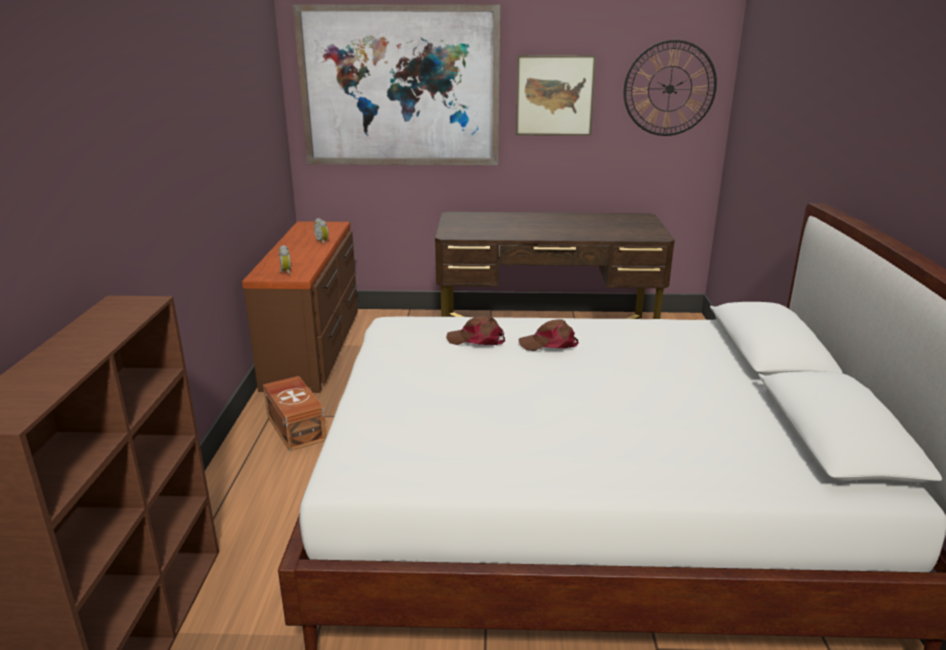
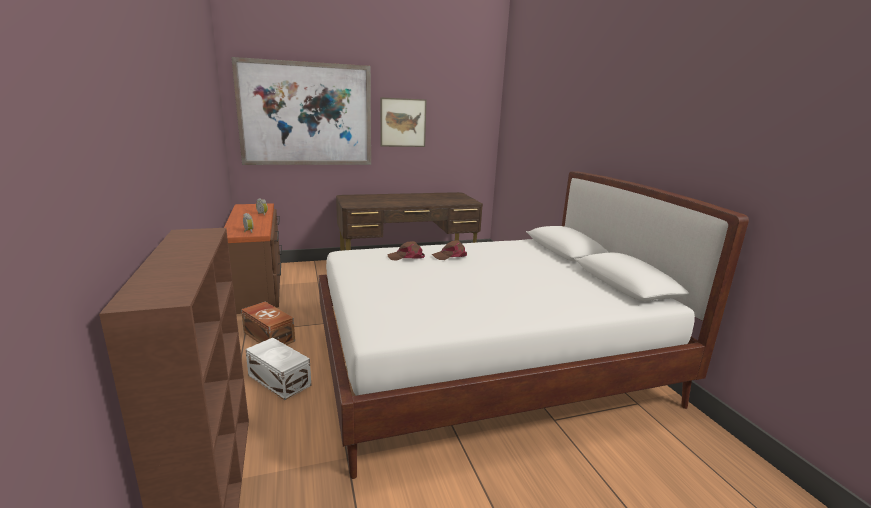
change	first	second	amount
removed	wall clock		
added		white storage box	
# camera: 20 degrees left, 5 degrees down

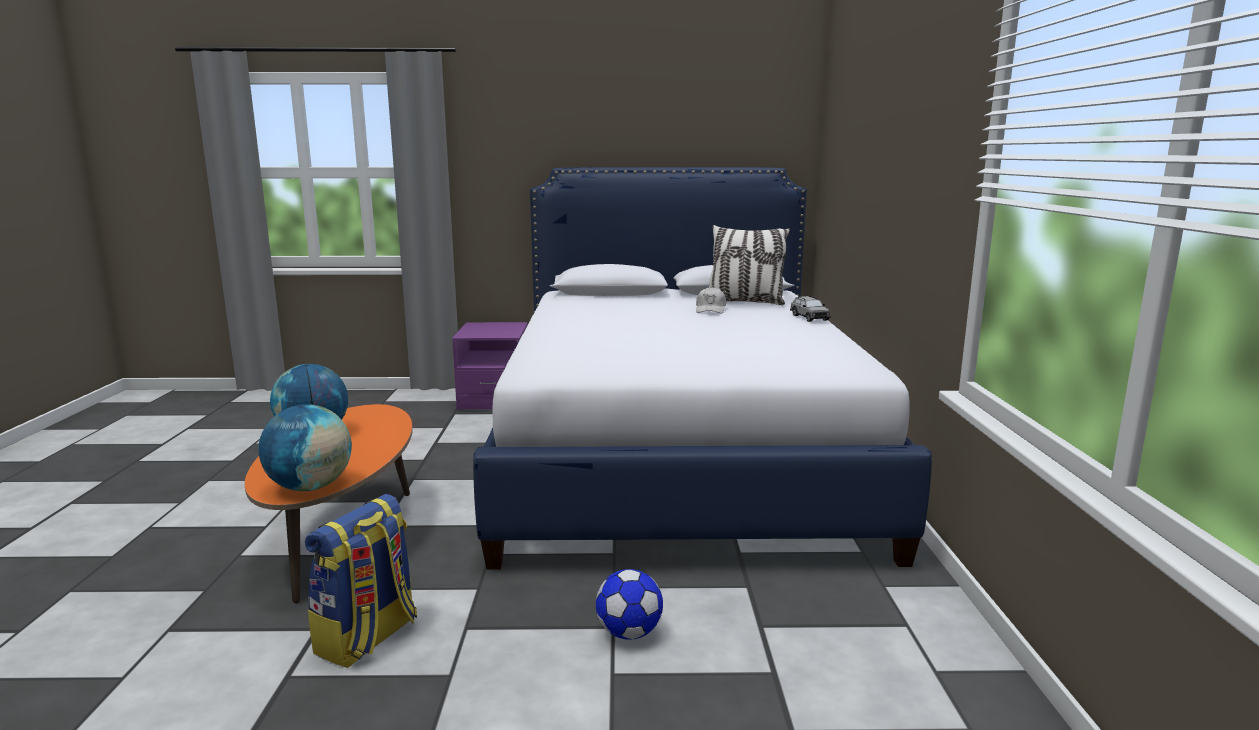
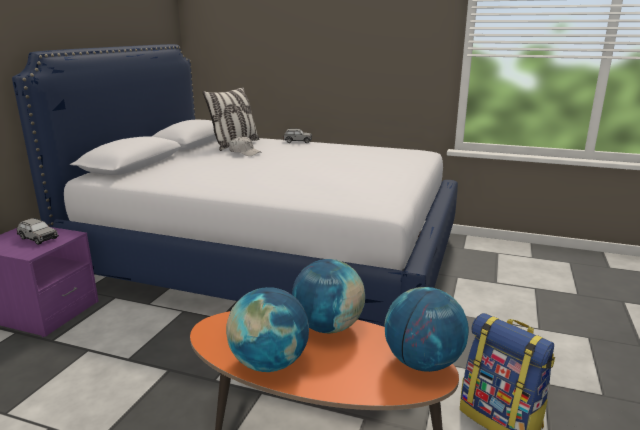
change	first	second	amount
removed	football		
added		grey toy car (1st from left)	
added		globe (2nd from left)	
# camera: 70 degrees left, 5 degrees up

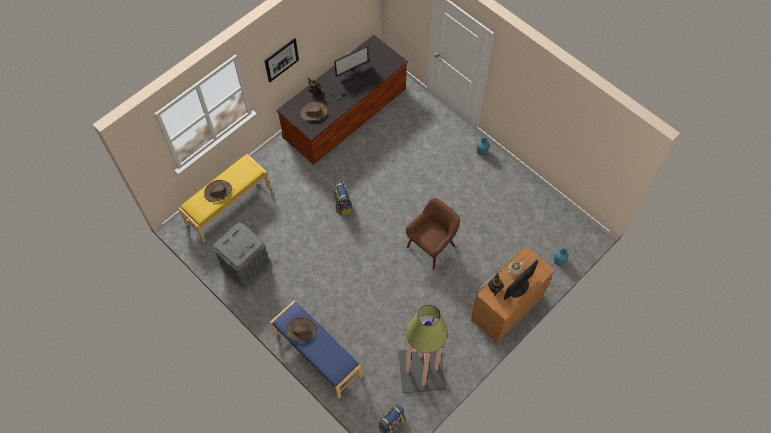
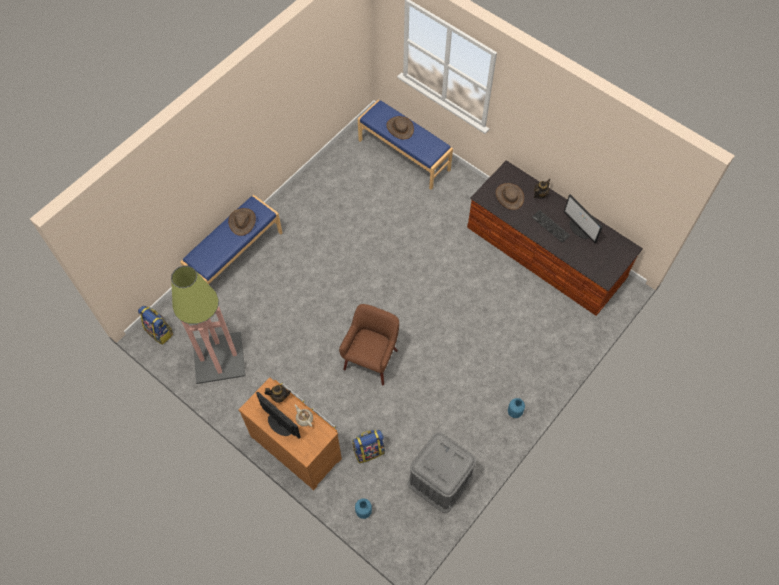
change	first	second	amount
removed	picture		
moved	grey storage box		
moved	backpack (1st from left in the first image)	backpack (2nd from left)	
recoloured	yellow bench	blue bench (2nd from left)	
turned	brown armchair		105 degrees counterclockwise
# camera: 85 degrees right, 0 degrees up

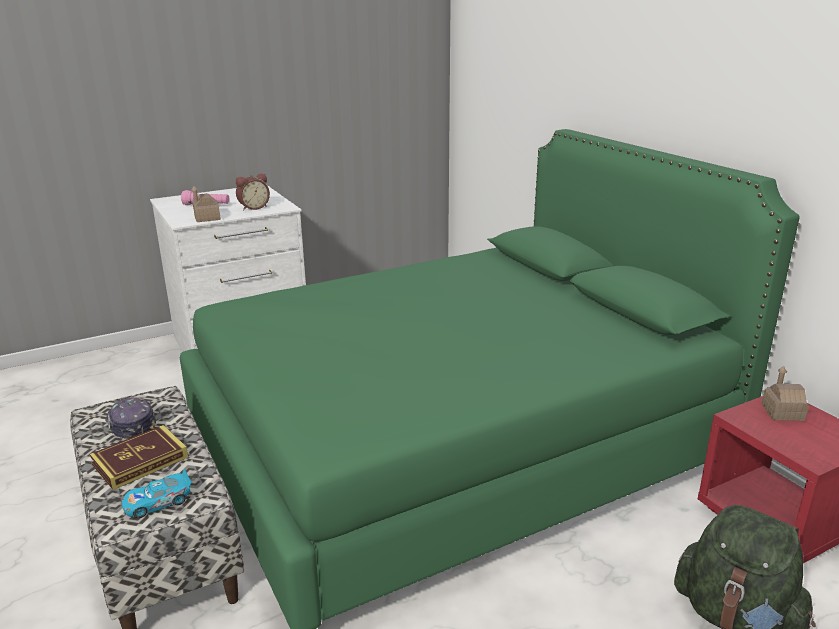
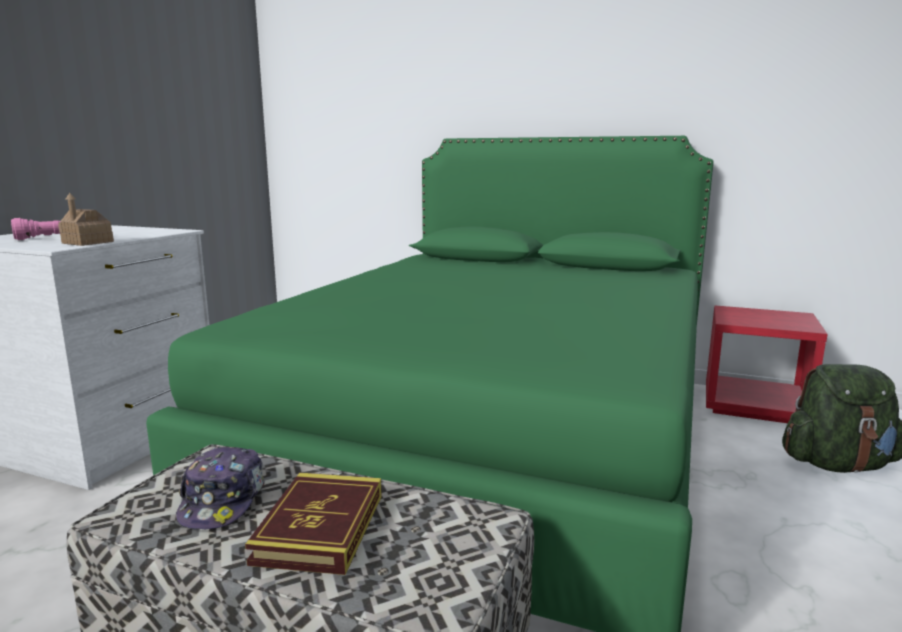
change	first	second	amount
removed	toy car		
removed	alarm clock		
removed	toy house (2nd from left)		
turned	cap		105 degrees counterclockwise
# camera: 40 degrees left, 10 degrees down

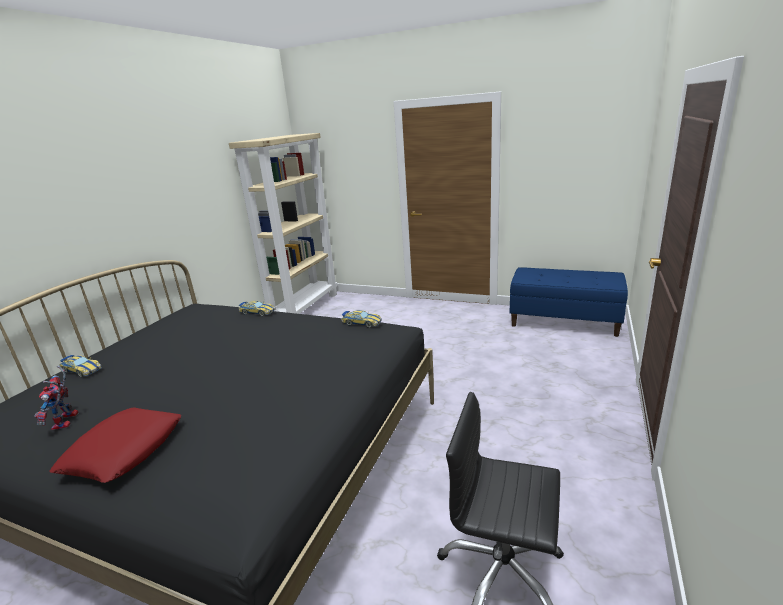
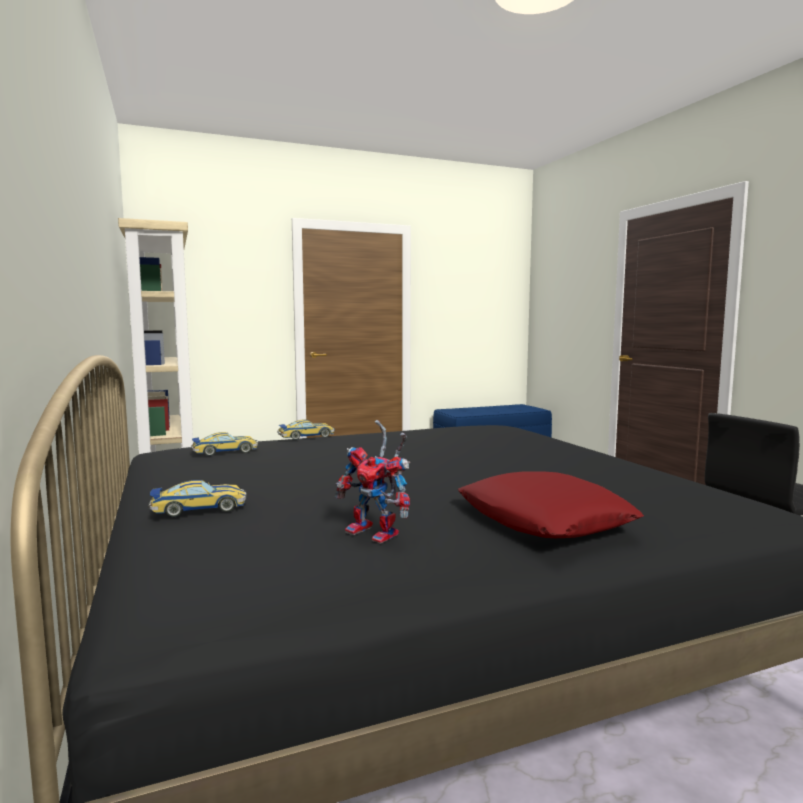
change	first	second	amount
moved	toy car (3rd from left in the first image)	toy car (2nd from left)	
# camera: 45 degrees left, 15 degrees down

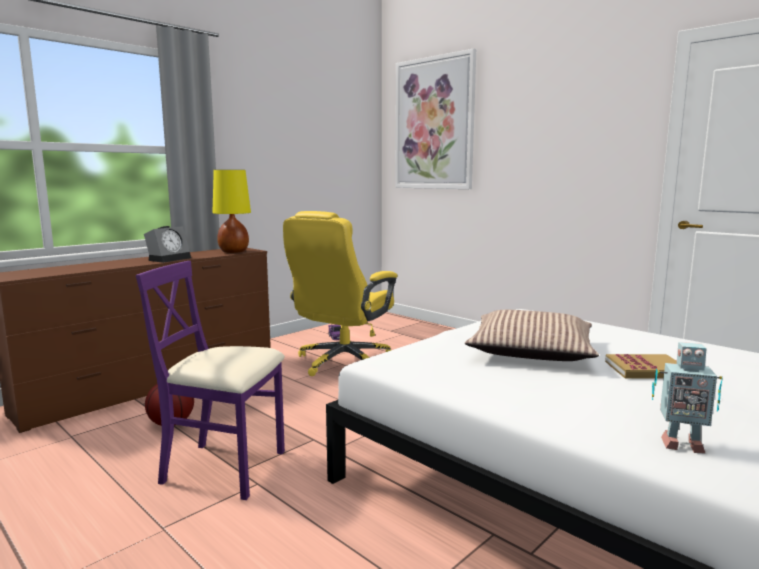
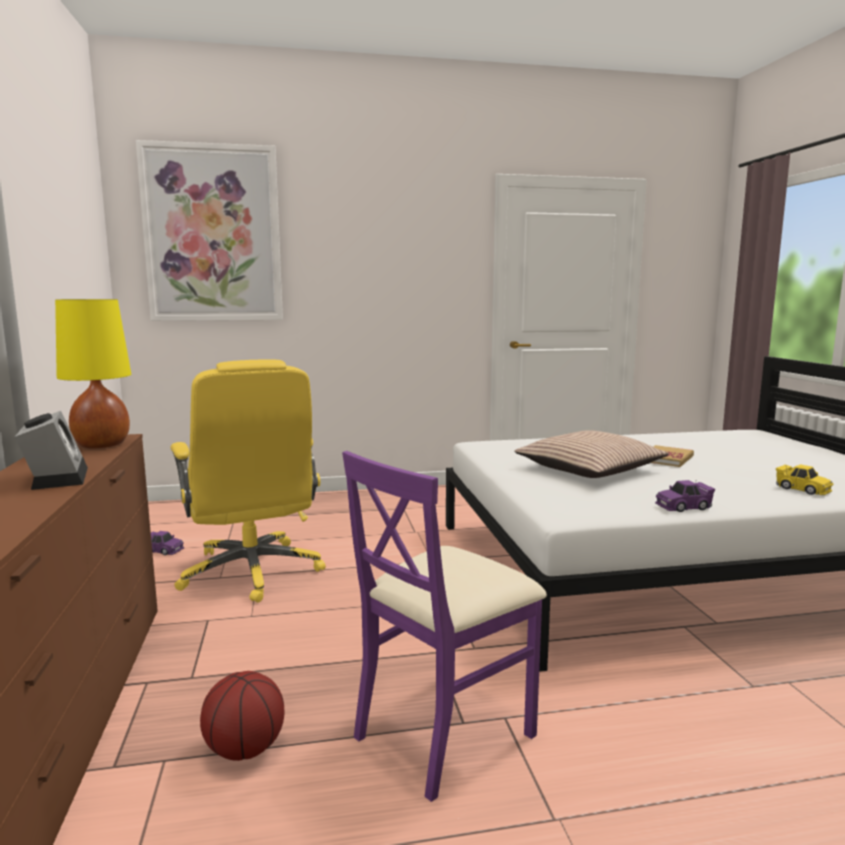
change	first	second	amount
added		purple toy car (2nd from left)	
replaced	toy robot	yellow toy car	
# camera: 55 degrees left, 0 degrees up

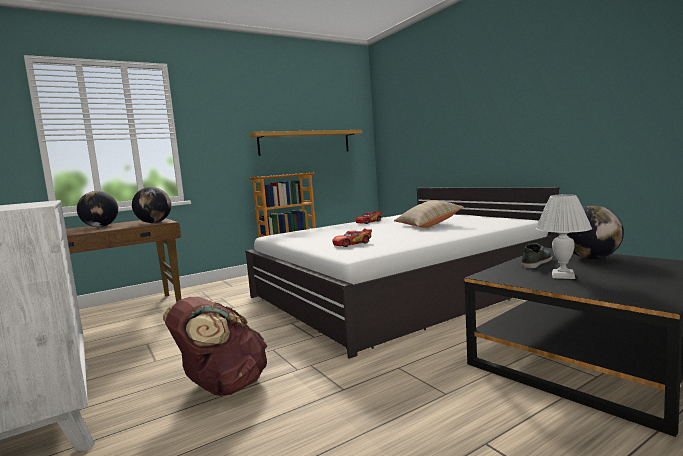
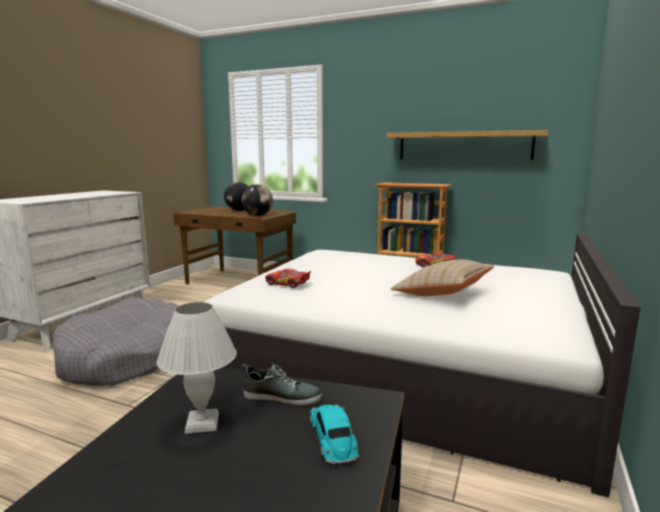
change	first	second	amount
replaced	brown backpack	grey dog bed	
replaced	globe (3rd from left)	toy car (2nd from left)	
# camera: 55 degrees right, 5 degrees up

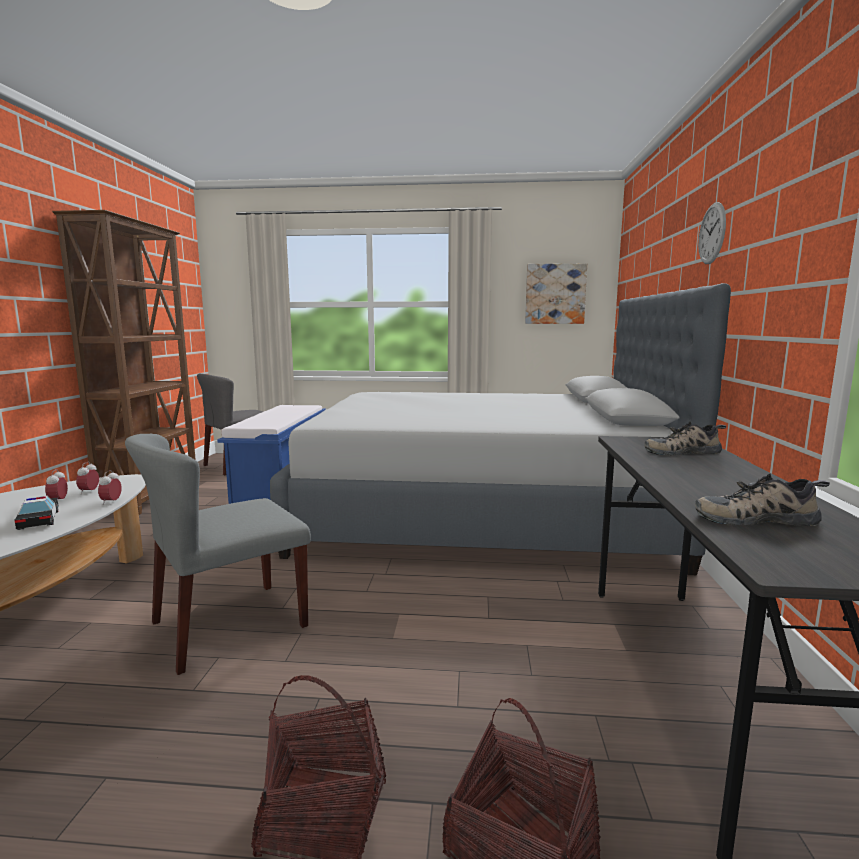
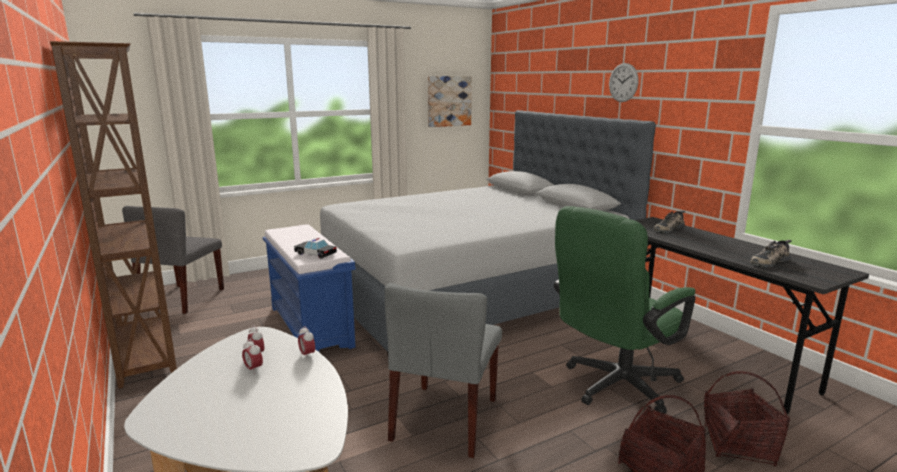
change	first	second	amount
added		green office chair	
moved	toy car		
# camera: 35 degrees left, 5 degrees up

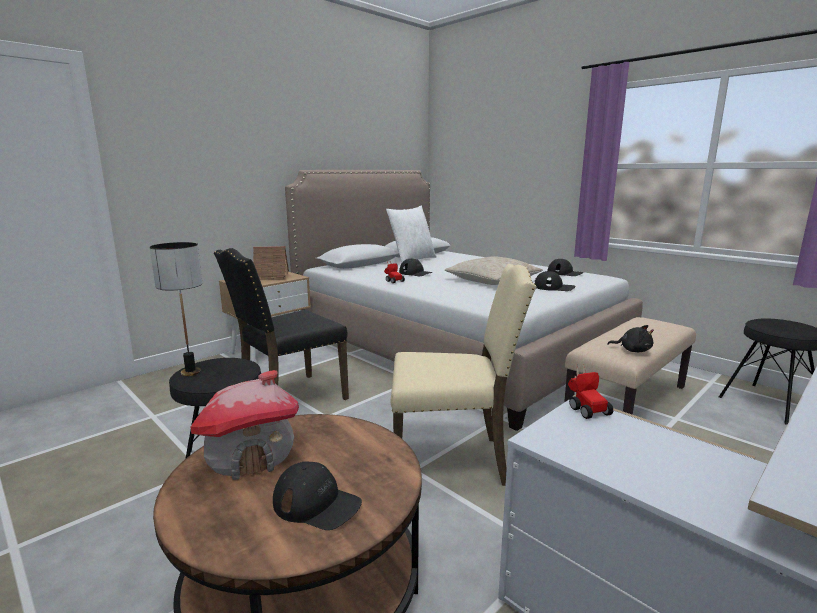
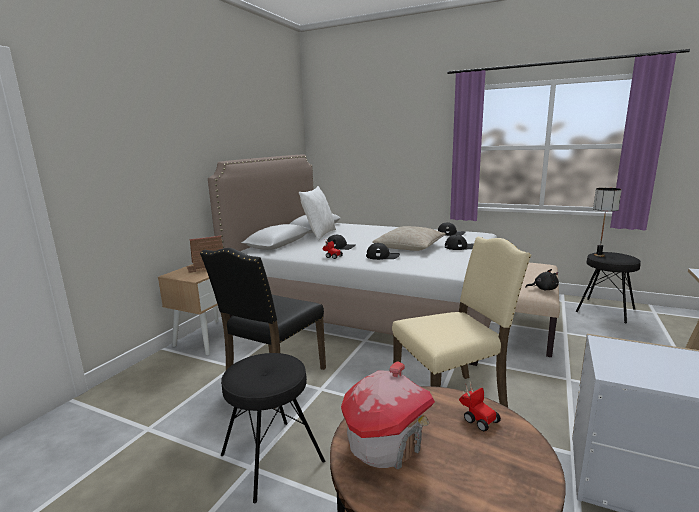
change	first	second	amount
moved	table lamp		
moved	black cap (1st from left in the first image)	black cap (2nd from left)	
moved	toy car (2nd from left)		
# camera: 20 degrees left, 0 degrees up

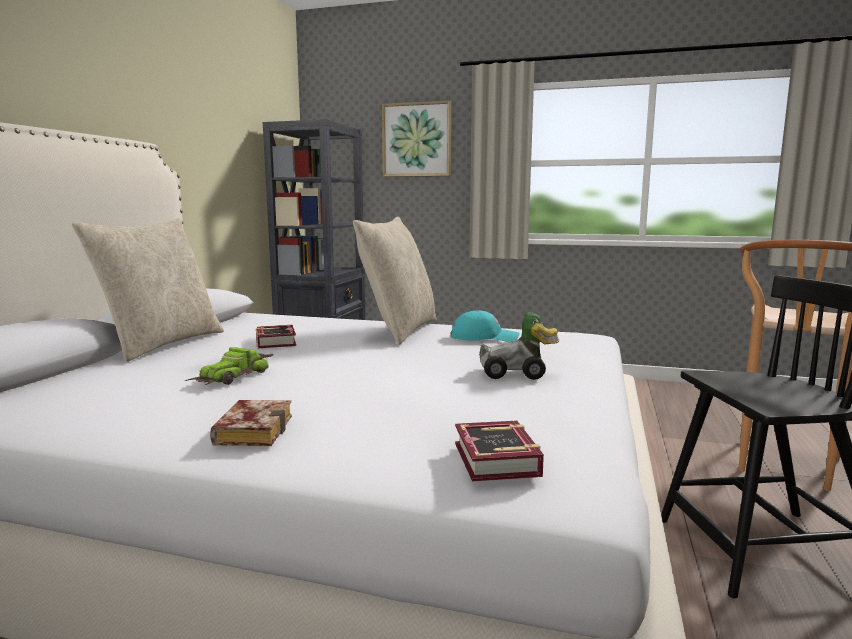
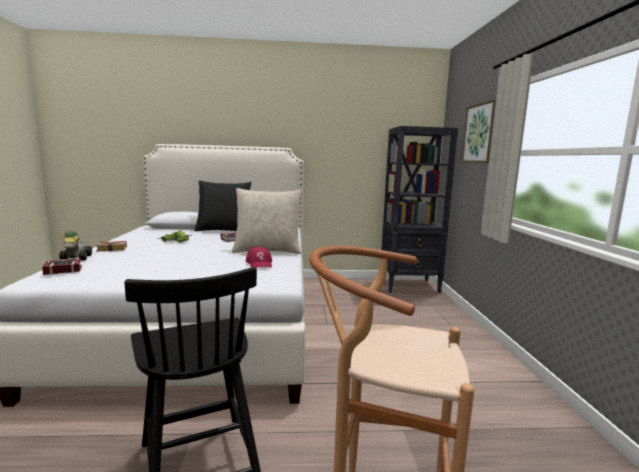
change	first	second	amount
moved	toy car (2nd from left in the first image)	toy car (1st from left)	
recoloured	beige pillow (1st from left)	black pillow	
recoloured	turquoise cap	red cap	
# camera: 70 degrees right, 0 degrees up

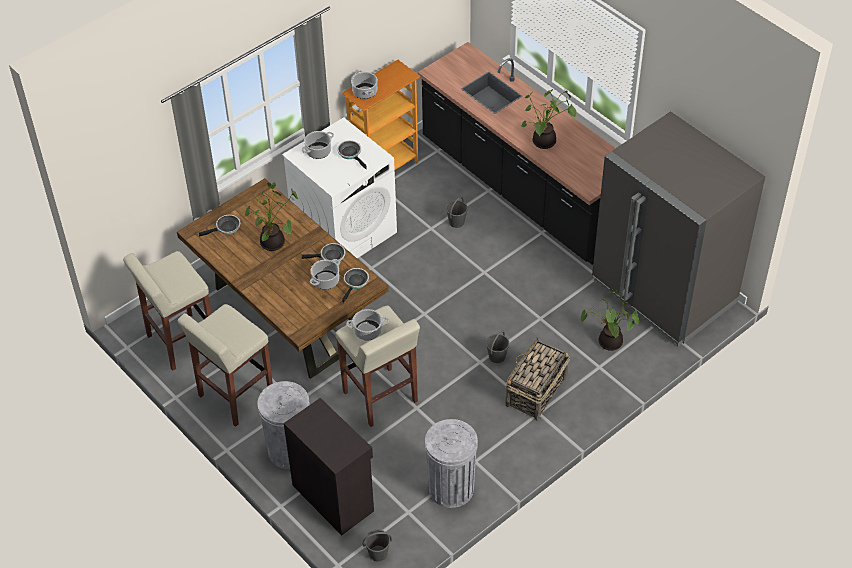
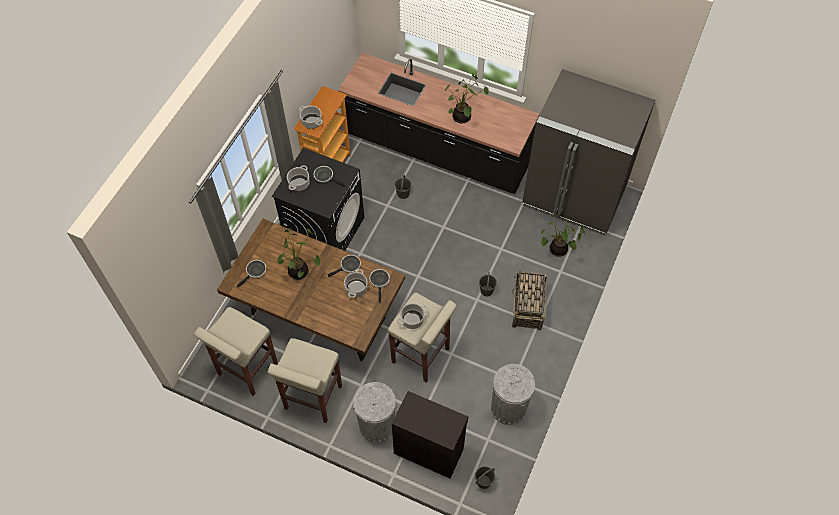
change	first	second	amount
recoloured	white washing machine	black washing machine	
# camera: 25 degrees left, 10 degrees up

